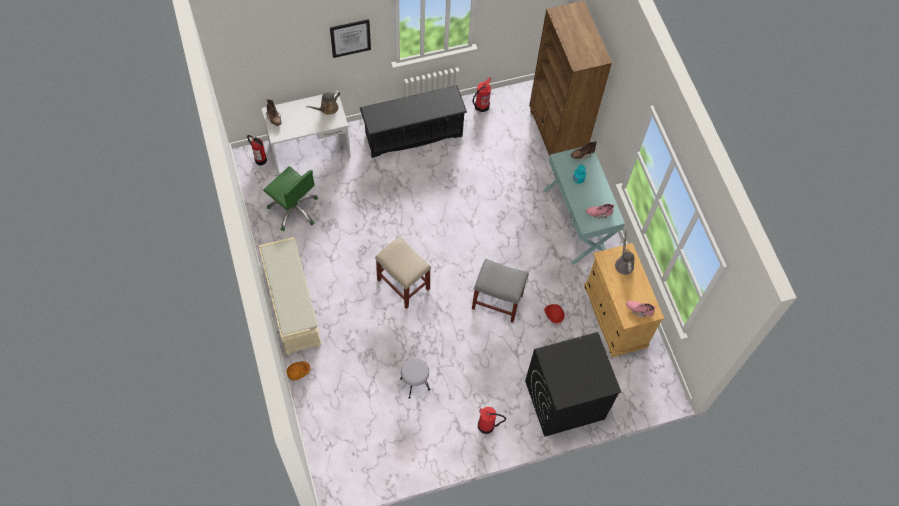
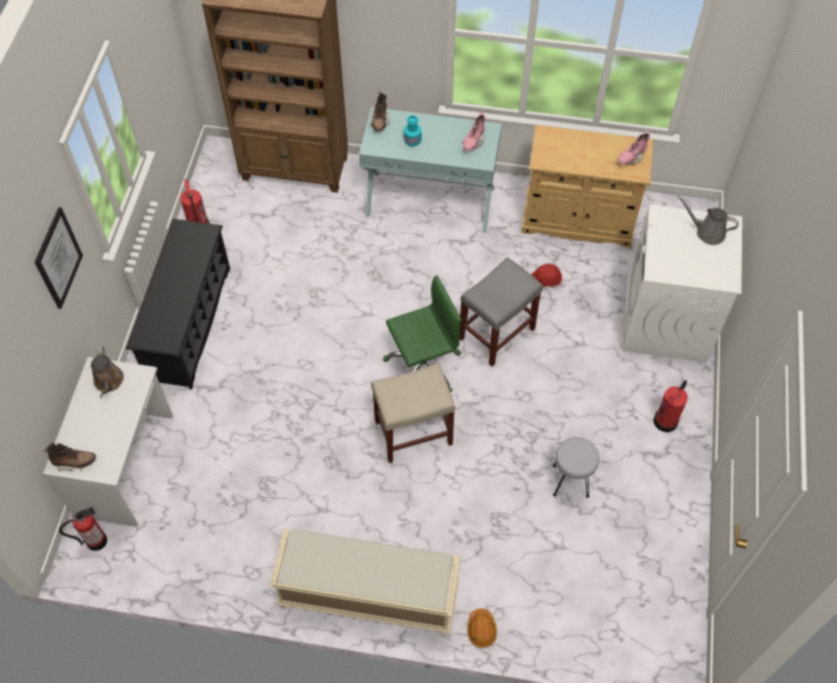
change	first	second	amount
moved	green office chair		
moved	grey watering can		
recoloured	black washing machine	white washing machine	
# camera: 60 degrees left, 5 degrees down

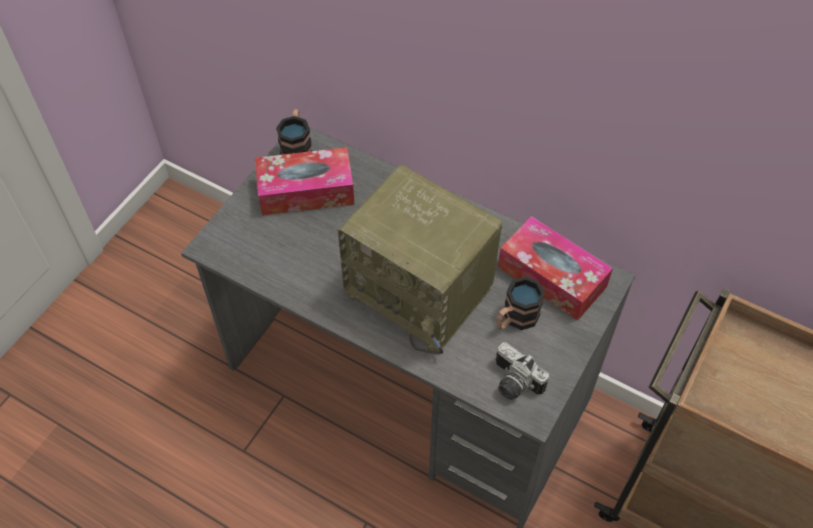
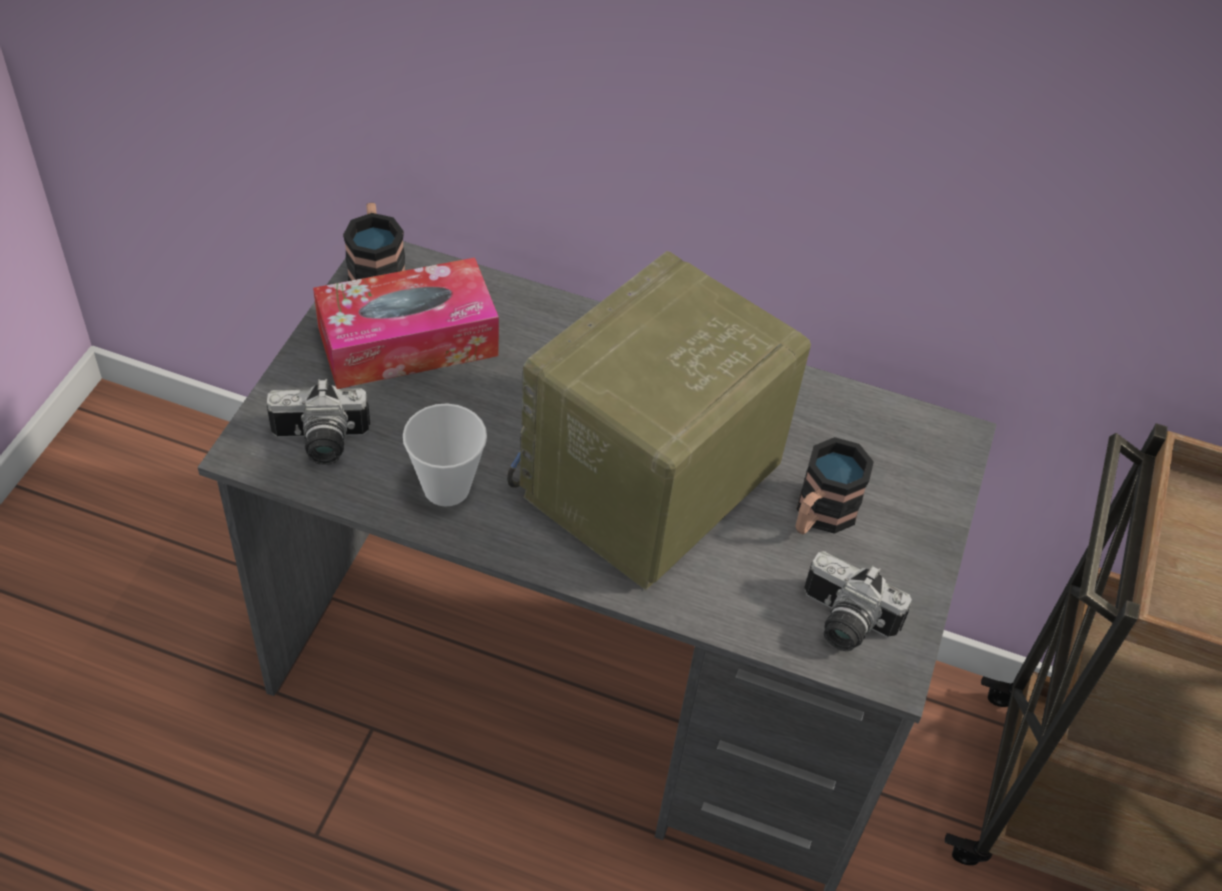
change	first	second	amount
removed	tissue box (2nd from left)		
added		photo camera (1st from left)	
added		cup	
turned	radio		105 degrees clockwise
# camera: 15 degrees left, 5 degrees down

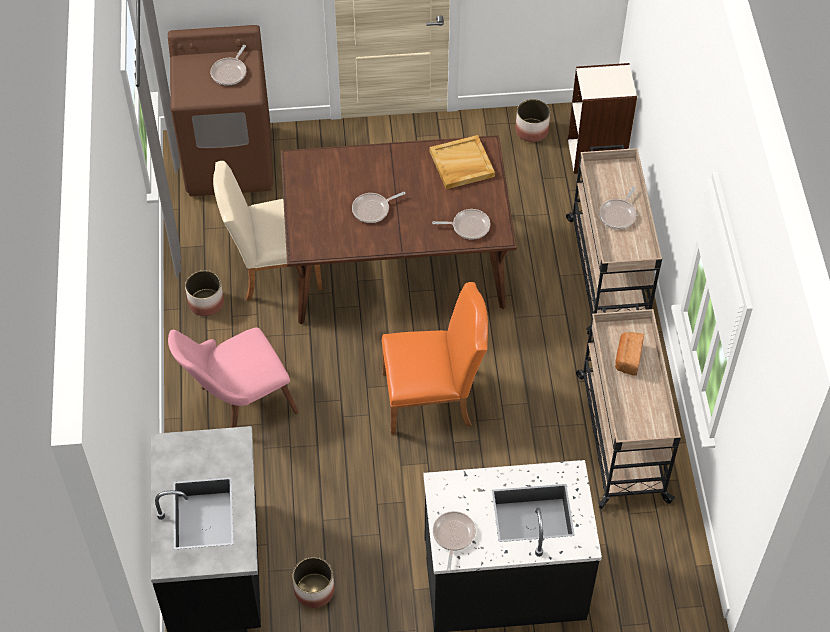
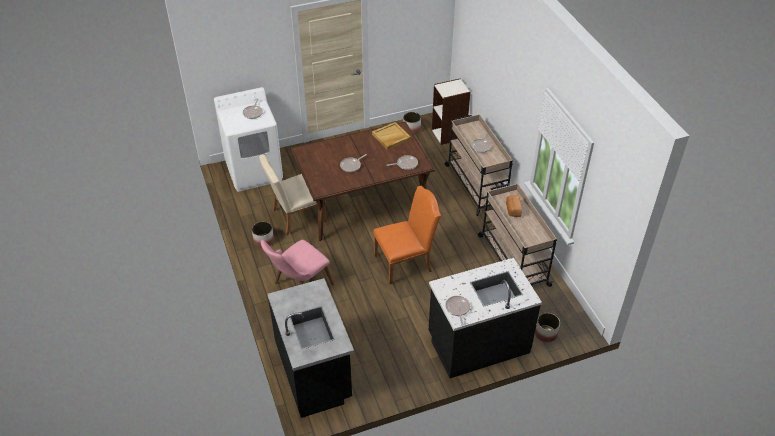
change	first	second	amount
moved	planter (2nd from left in the first image)	planter (3rd from left)	
recoloured	brown washing machine	white washing machine	
# camera: 15 degrees left, 10 degrees down

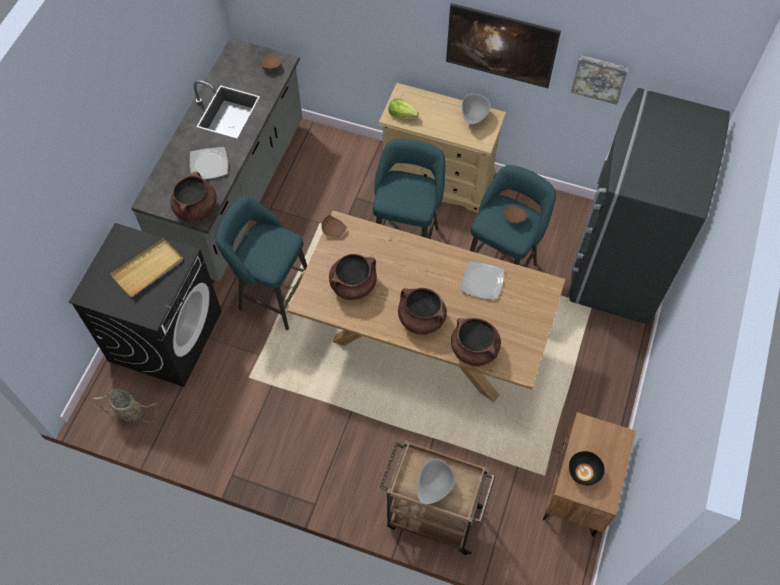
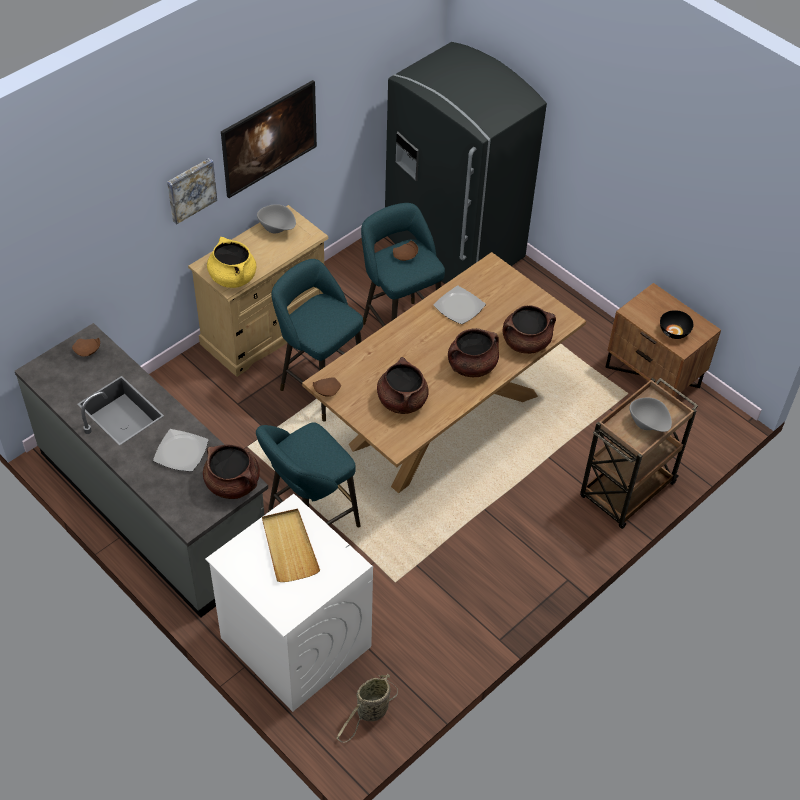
change	first	second	amount
moved	picture (2nd from left in the first image)	picture (1st from left)	
replaced	lettuce	yellow cooking pot	
recoloured	black washing machine	white washing machine	
# camera: 65 degrees left, 10 degrees down

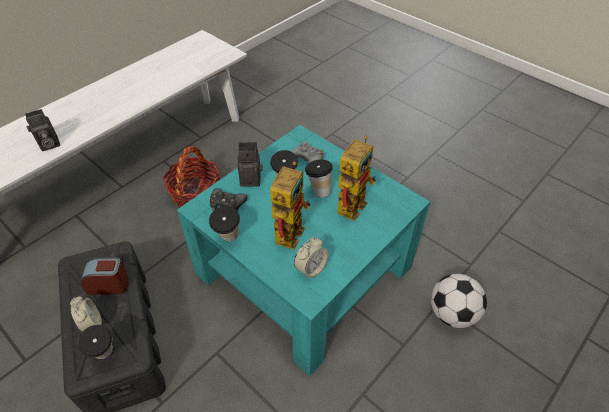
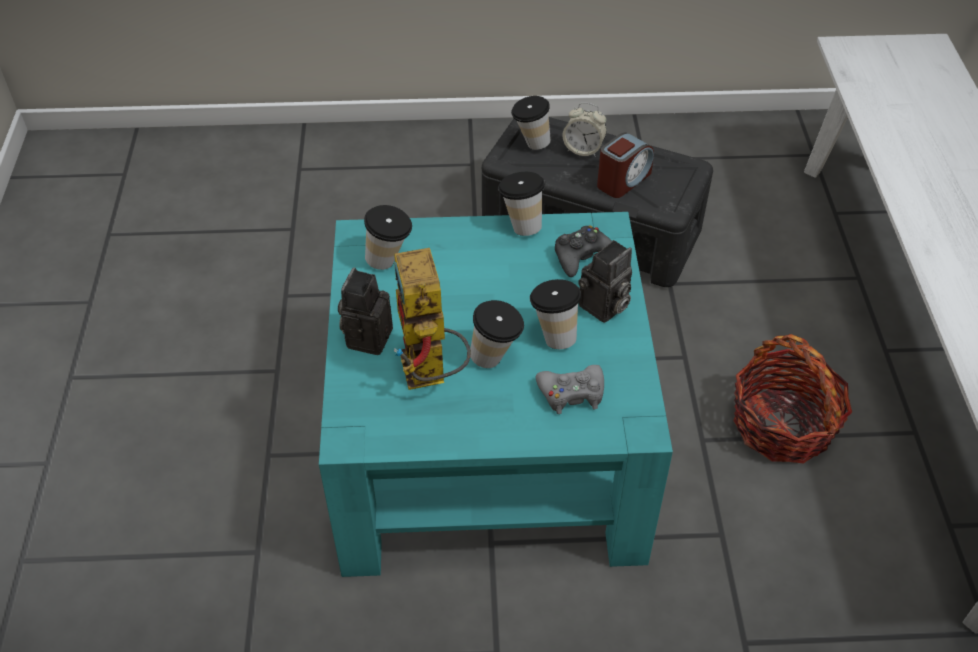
change	first	second	amount
removed	toy robot (1st from left)		
removed	football		
moved	photo camera (1st from left)		
replaced	alarm clock (3rd from left)	cup (1st from left)	
# camera: 135 degrees right, 0 degrees up

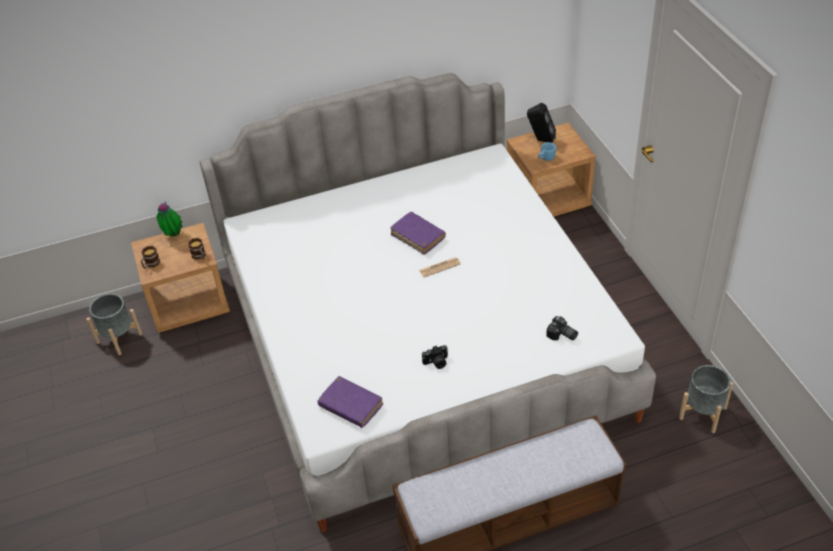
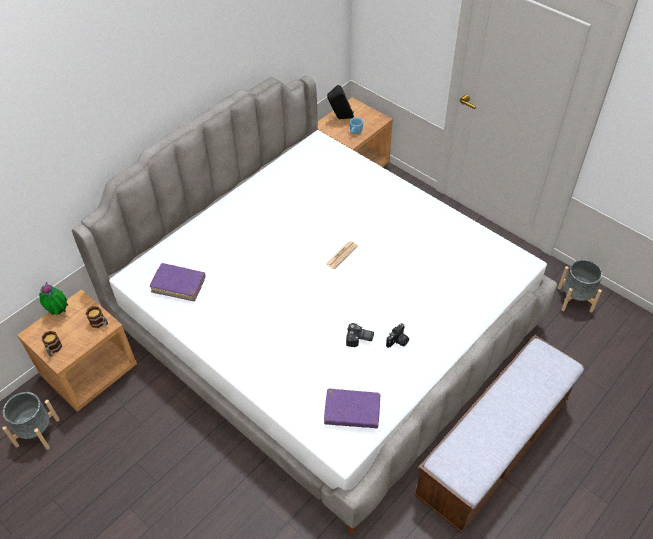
change	first	second	amount
moved	purple book (2nd from left in the first image)	purple book (1st from left)	
moved	photo camera (2nd from left in the first image)	photo camera (1st from left)	
# camera: 30 degrees left, 5 degrees up

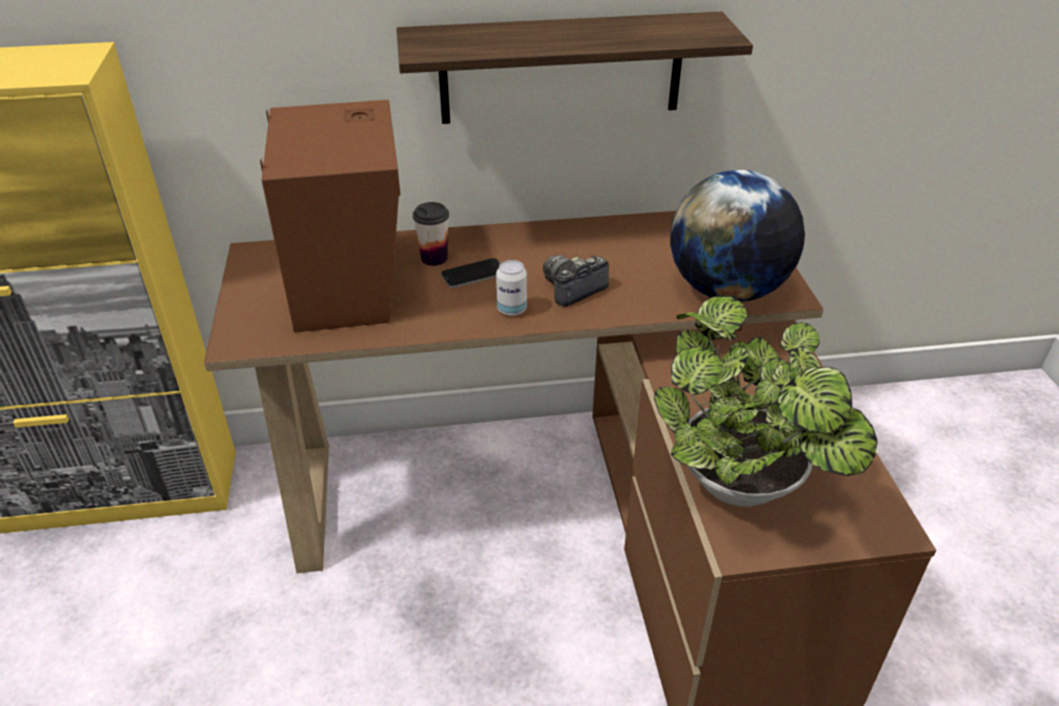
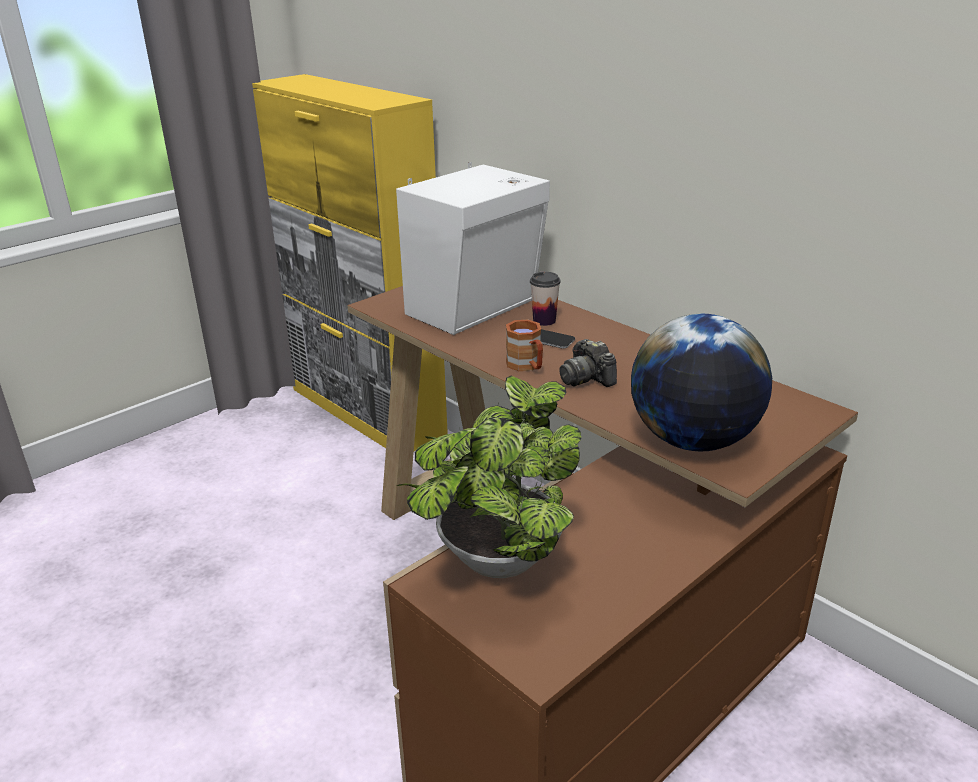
change	first	second	amount
removed	shelf		
replaced	can	brown mug	
recoloured	brown speaker	white speaker	
turned	photo camera		135 degrees counterclockwise
# camera: 55 degrees right, 10 degrees down

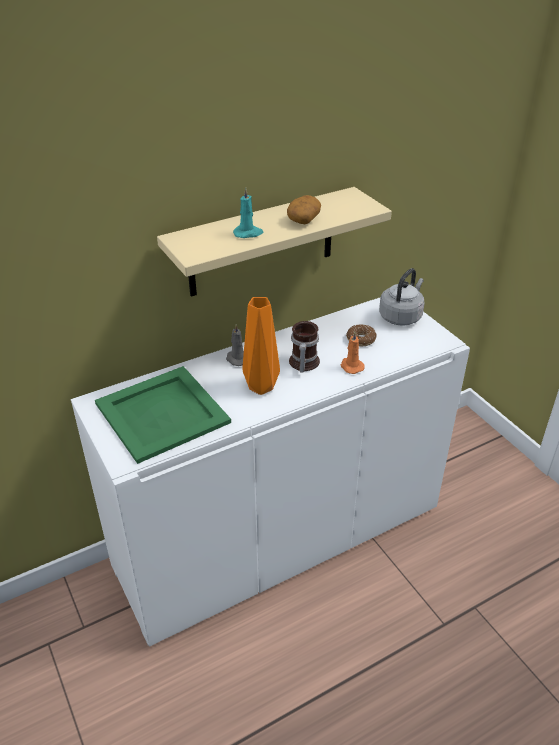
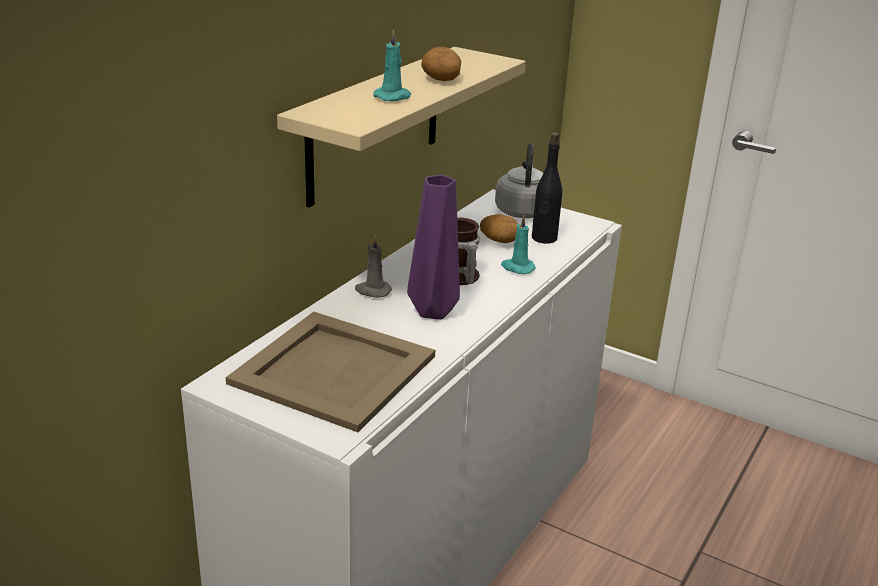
change	first	second	amount
added		black bottle	
replaced	donut	potato (2nd from left)	
recoloured	green tray	beige tray	
recoloured	orange vase	purple vase	
recoloured	orange candle	turquoise candle (2nd from left)	
# camera: 30 degrees left, 10 degrees down

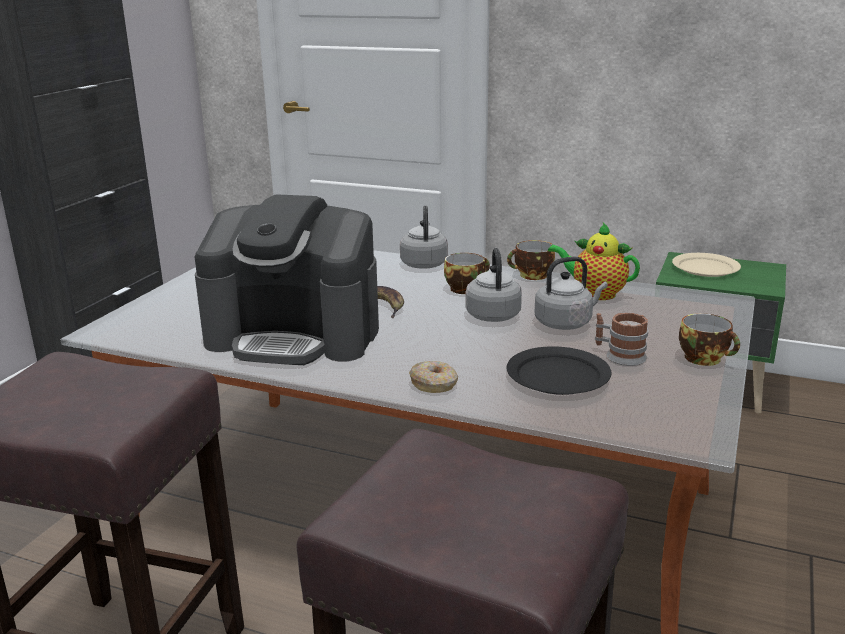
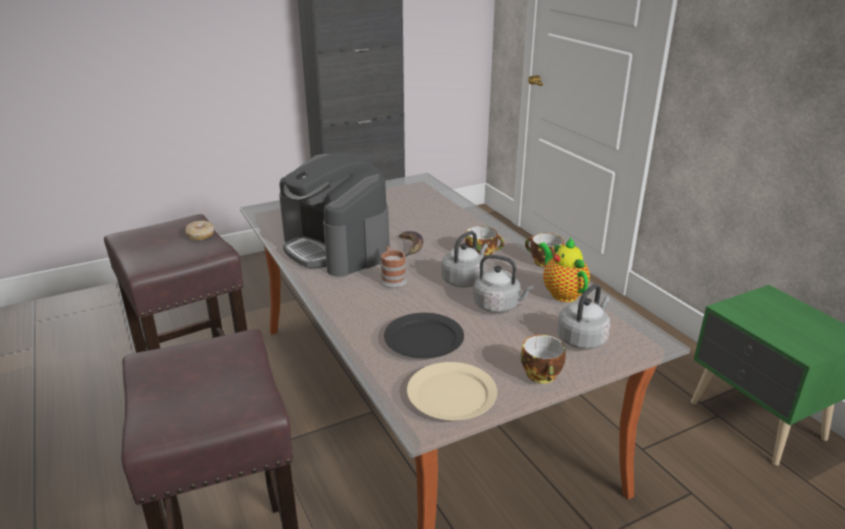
change	first	second	amount
moved	grey kettle (1st from left in the first image)	grey kettle (3rd from left)	
moved	donut		
moved	mug		
moved	beige plate		
# camera: 40 degrees right, 5 degrees up

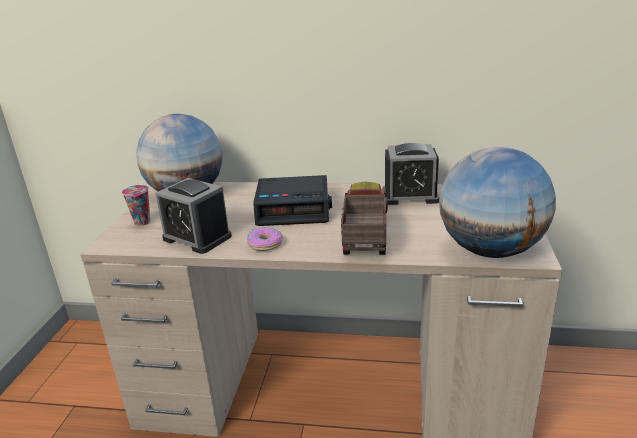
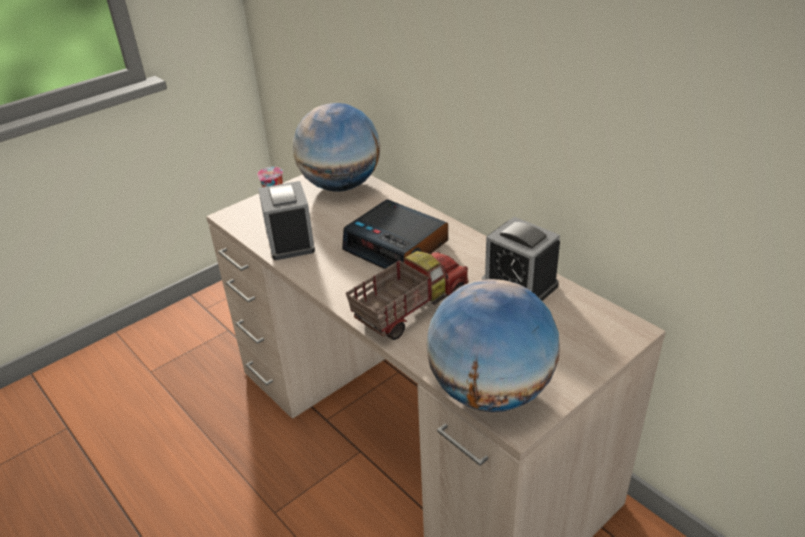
change	first	second	amount
removed	donut		
# camera: 40 degrees right, 10 degrees up

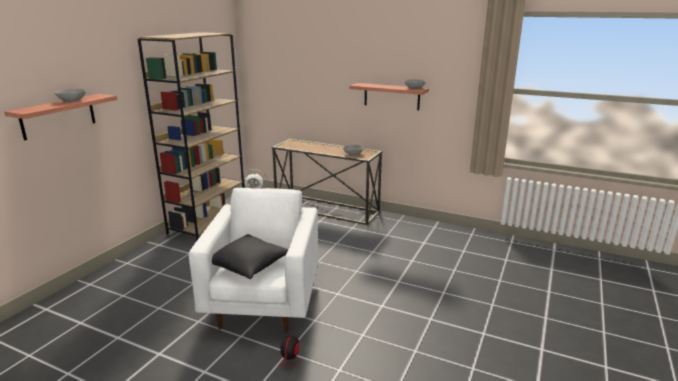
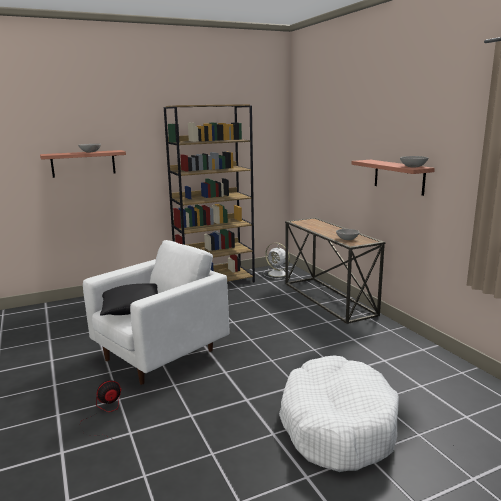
change	first	second	amount
added		white dog bed	
# camera: 40 degrees right, 5 degrees down

